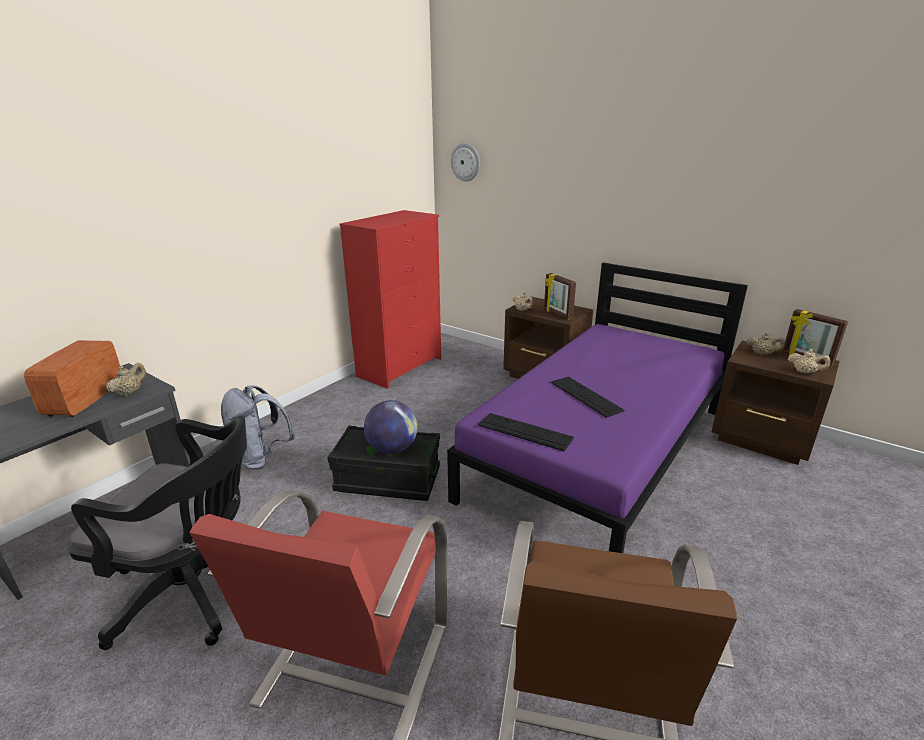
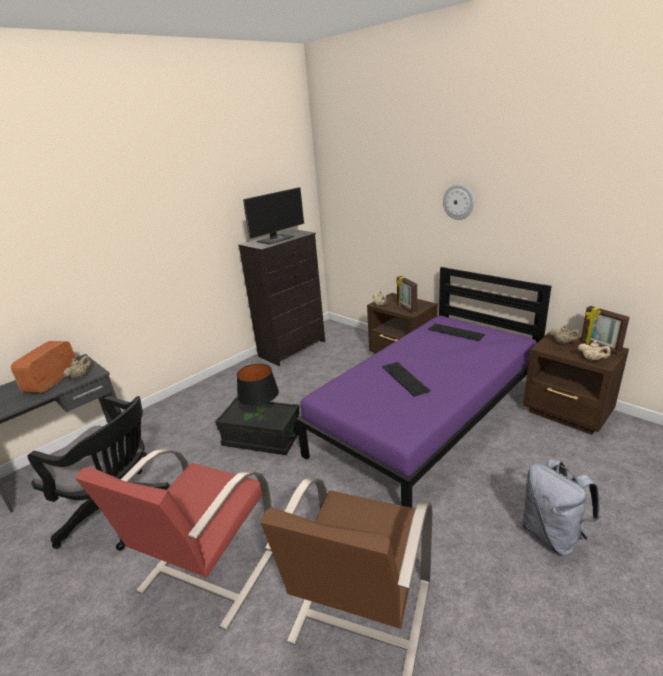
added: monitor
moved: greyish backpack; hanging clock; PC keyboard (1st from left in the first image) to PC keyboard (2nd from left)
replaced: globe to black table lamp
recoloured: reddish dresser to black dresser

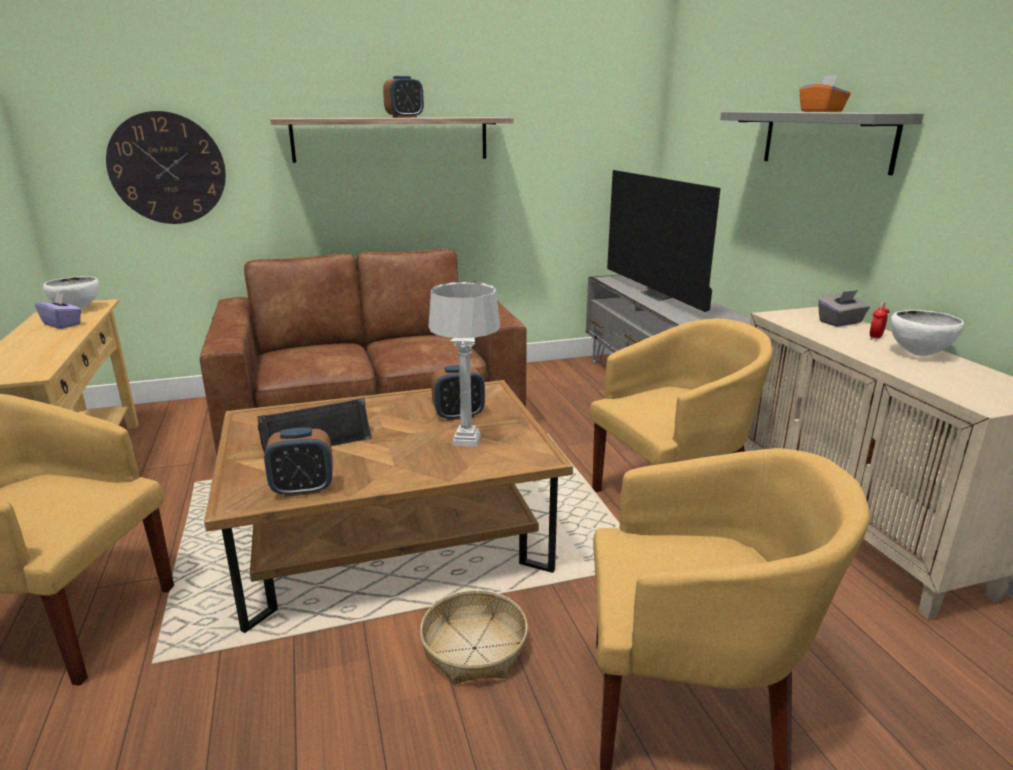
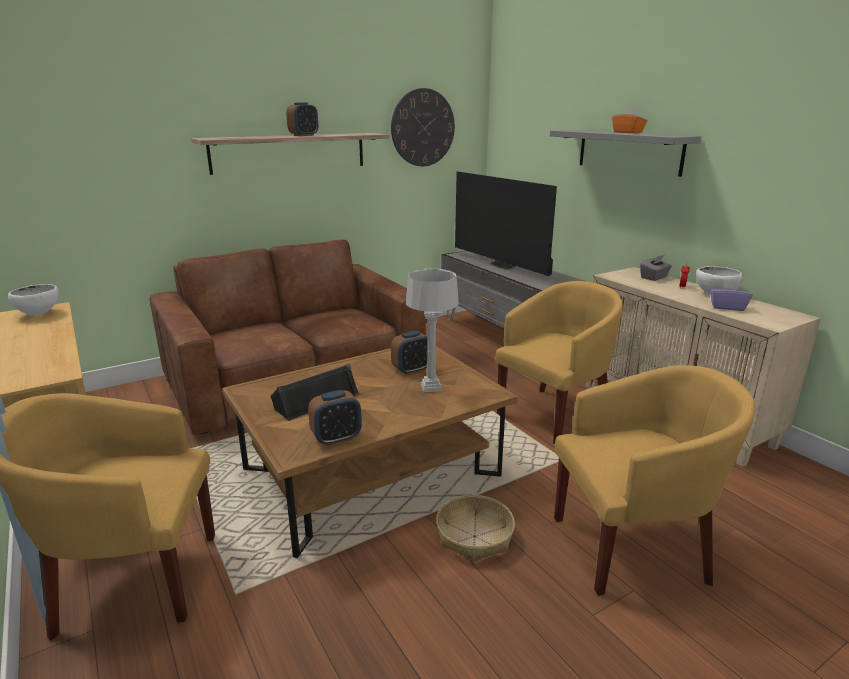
moved: purplish tissue holder; hanging clock

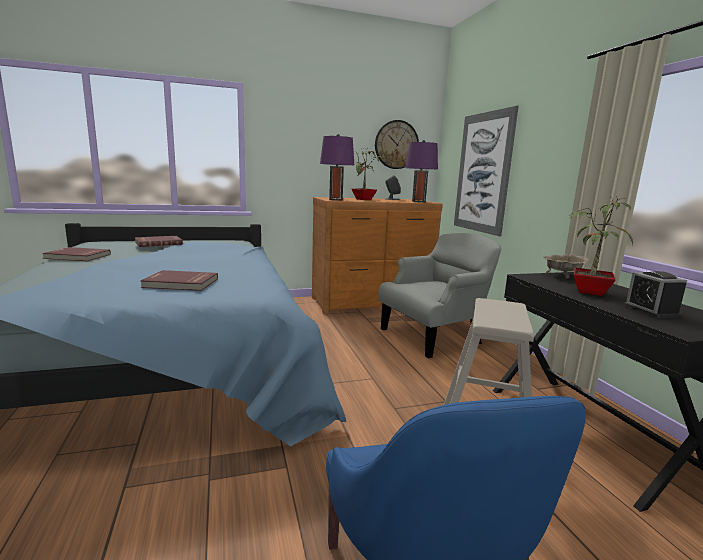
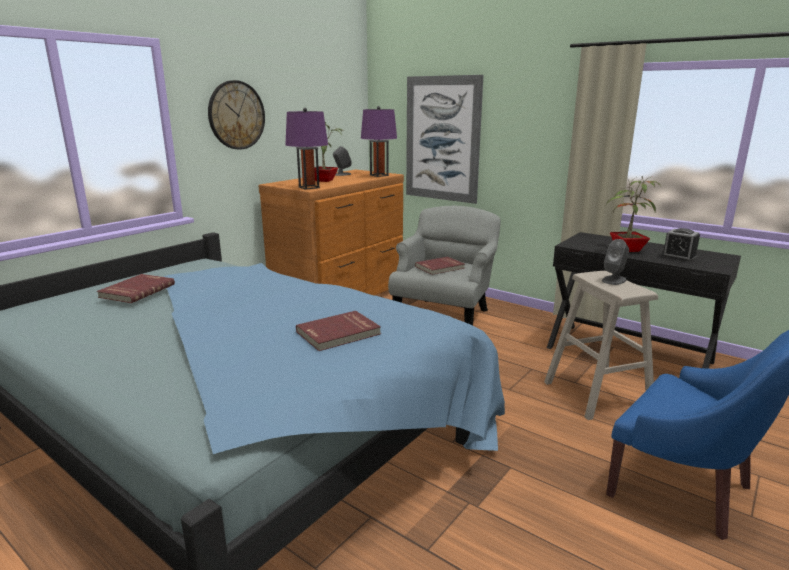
removed: beige-coloured deep dish
added: greyish loudspeaker (2nd from left)
moved: reddish book (1st from left in the first image) to reddish book (3rd from left); hanging clock

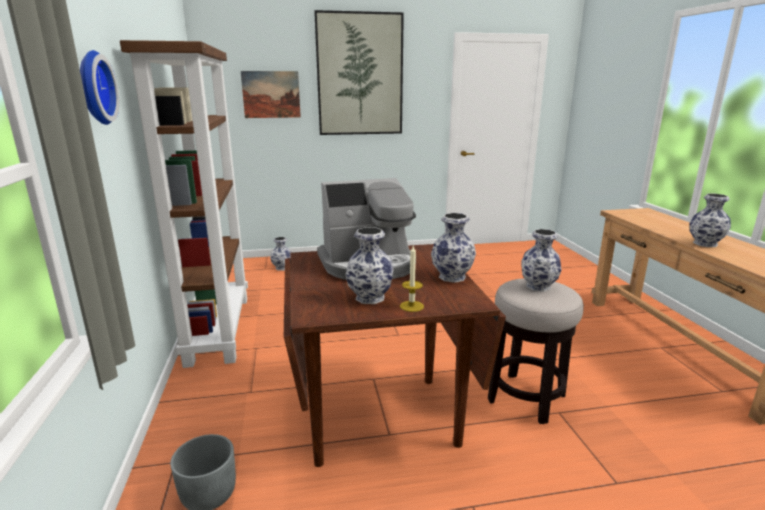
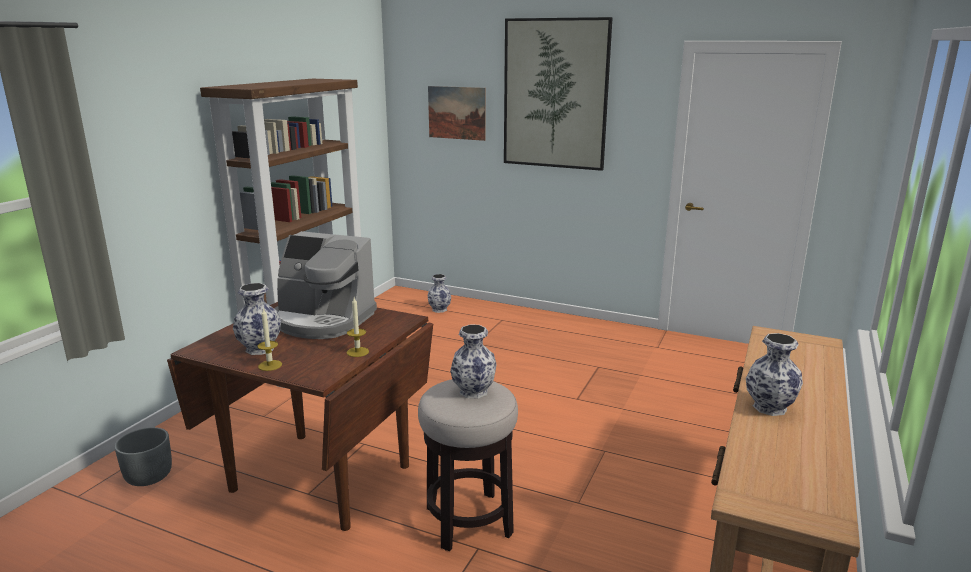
removed: hanging clock
replaced: flower vase (3rd from left) to wax light (2nd from left)

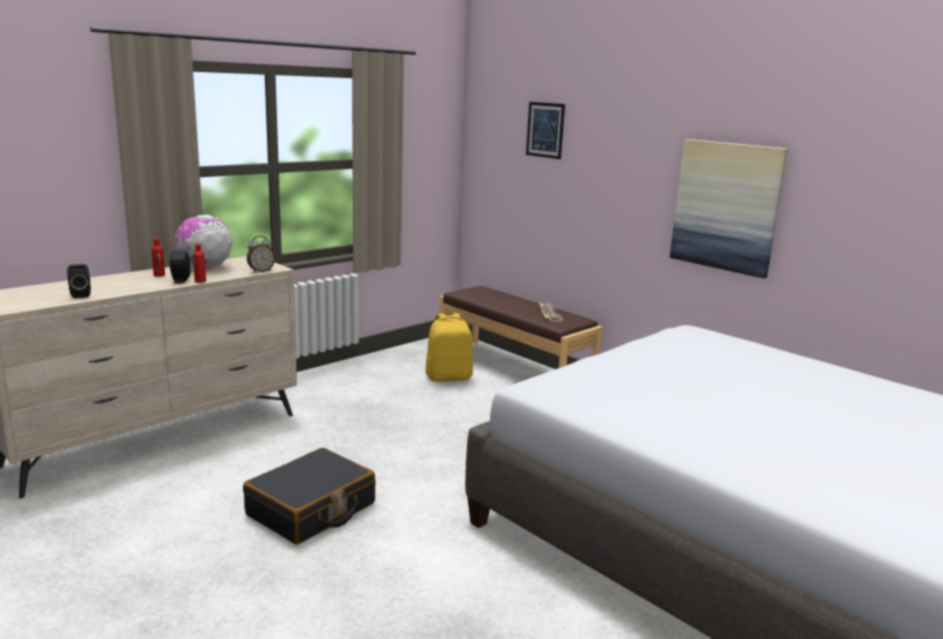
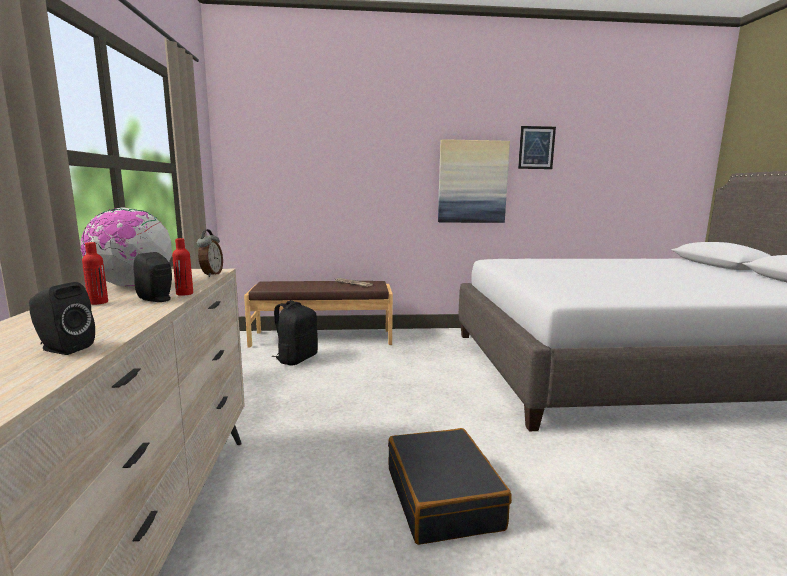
moved: picture (1st from left in the first image) to picture (2nd from left)
recoloured: yellow-coloured backpack to black backpack

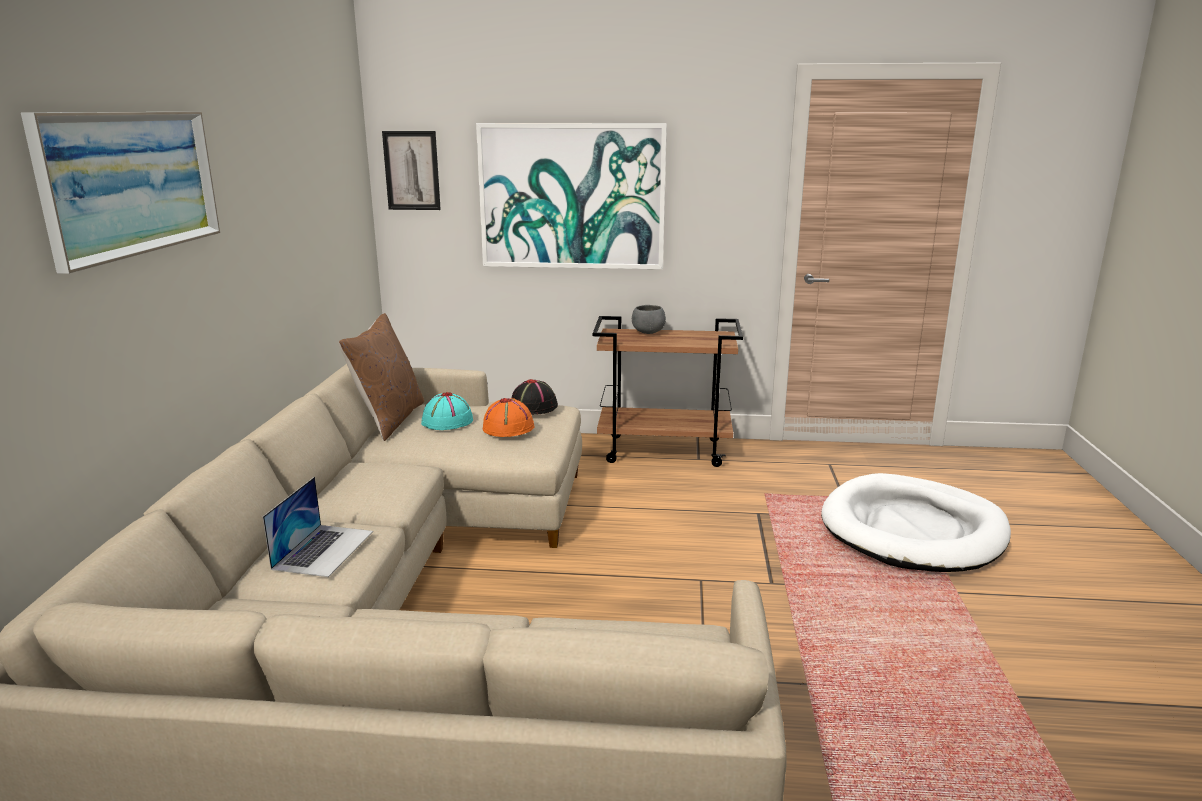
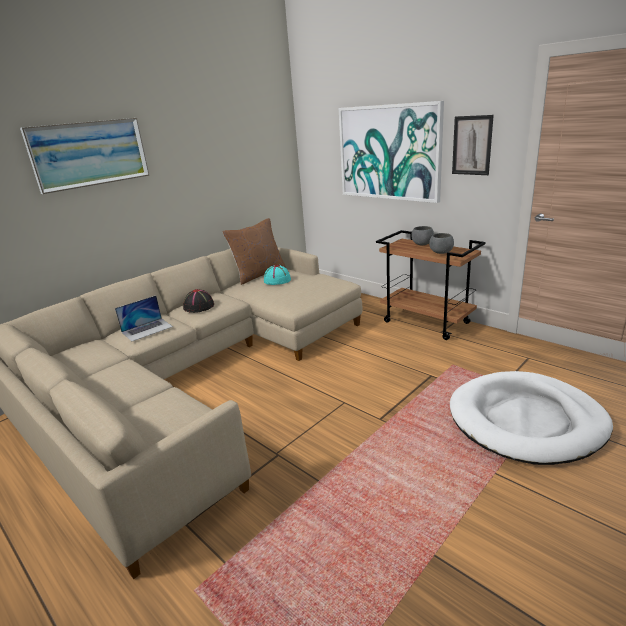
removed: orangey hat
added: greyish deep dish (2nd from left)
moved: picture (2nd from left in the first image) to picture (3rd from left); black hat

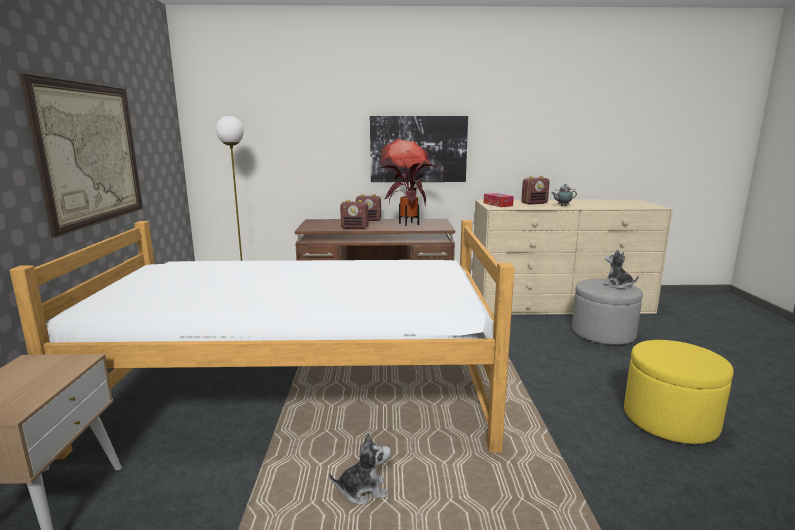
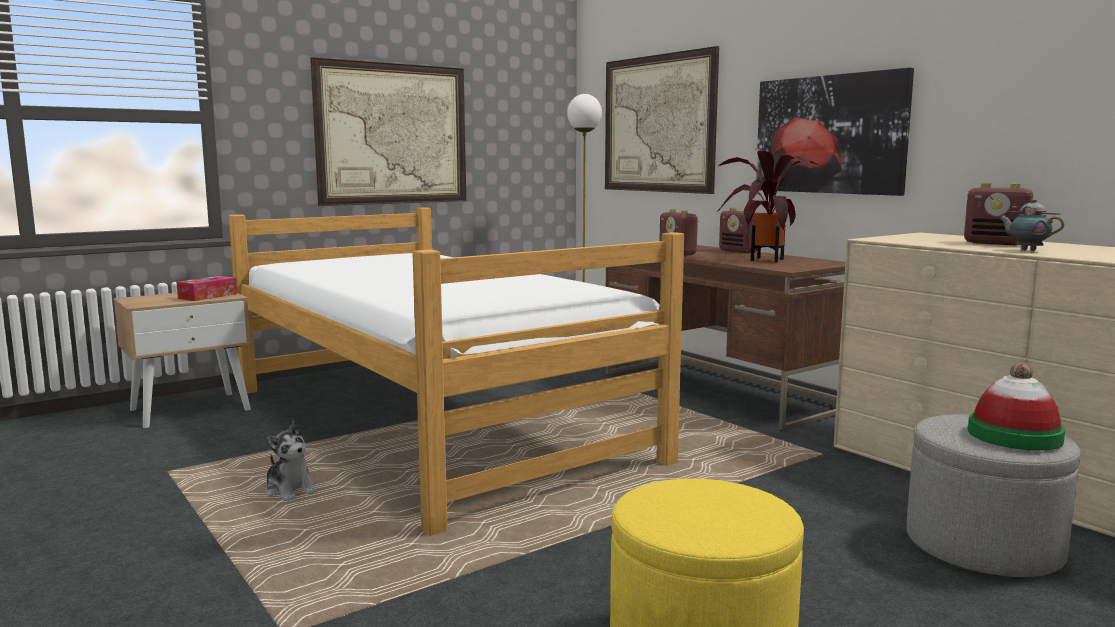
added: picture (2nd from left)
moved: tissue holder
replaced: cuddly toy (2nd from left) to hat

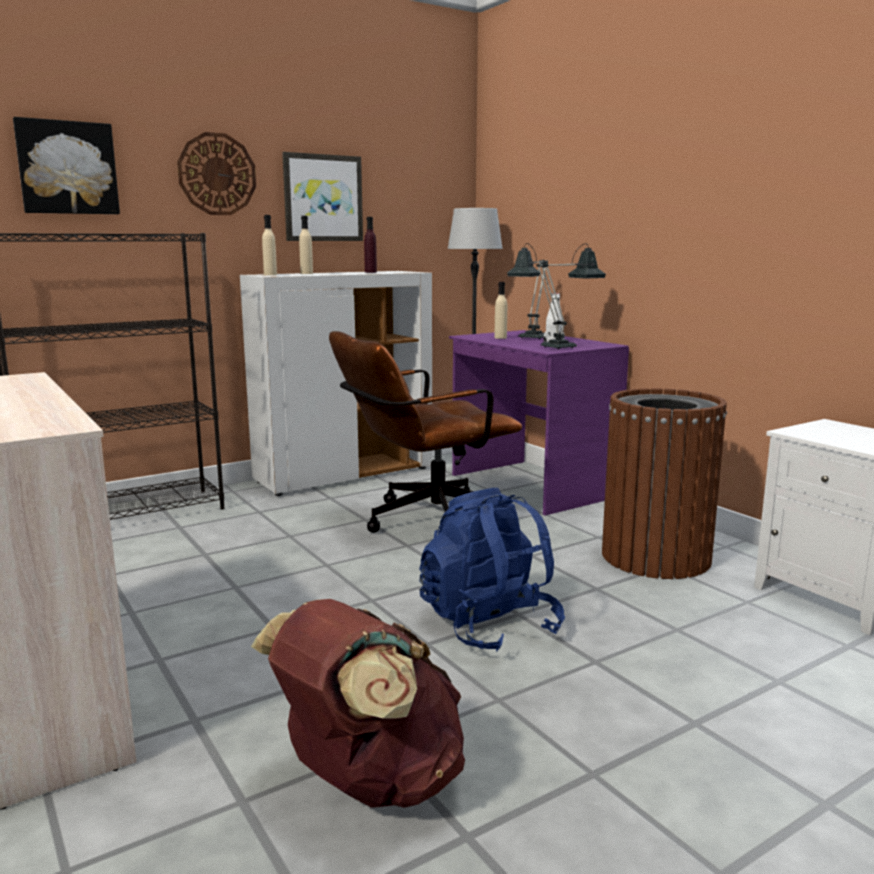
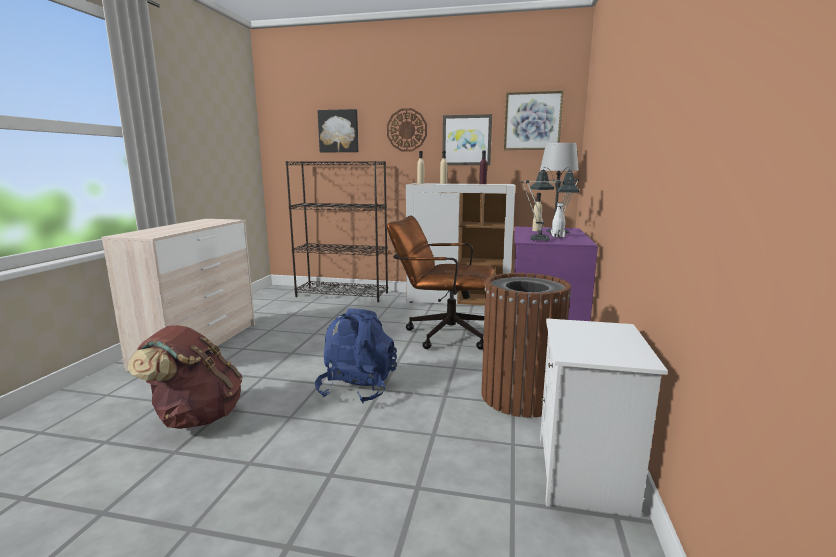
added: picture (3rd from left)

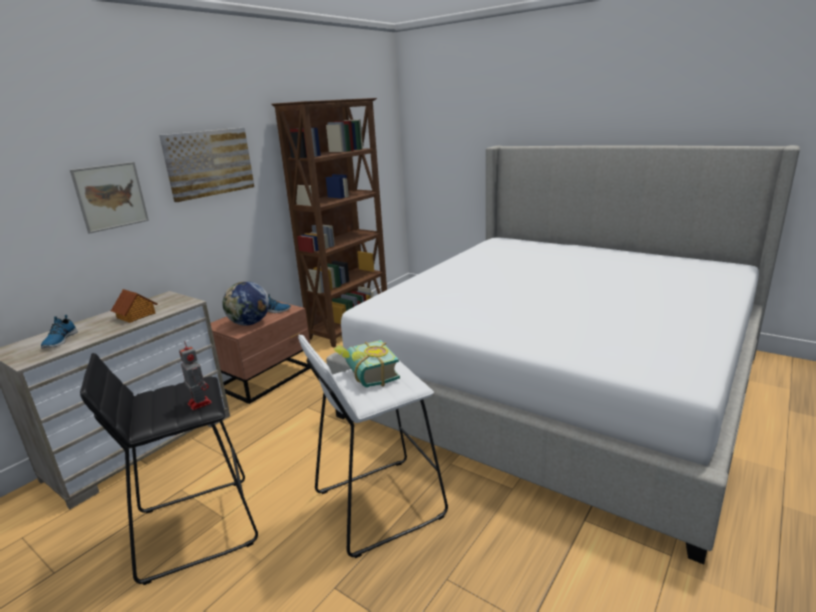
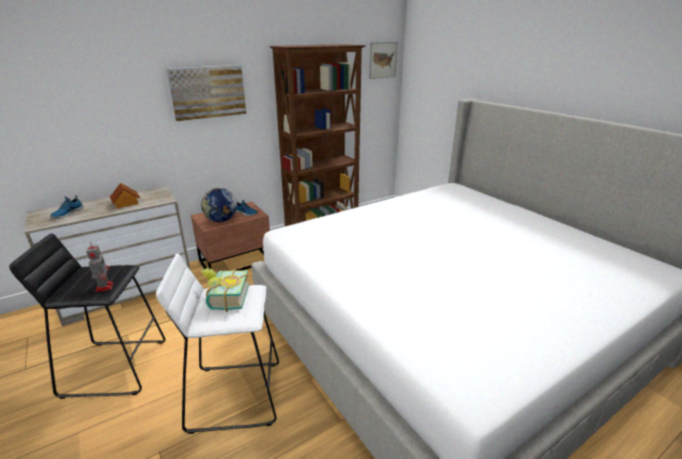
moved: picture (1st from left in the first image) to picture (2nd from left)

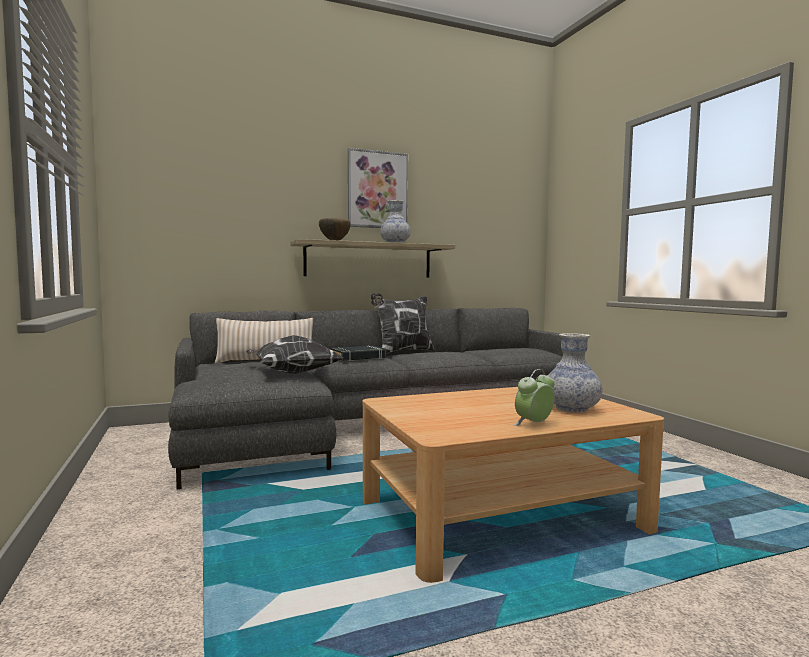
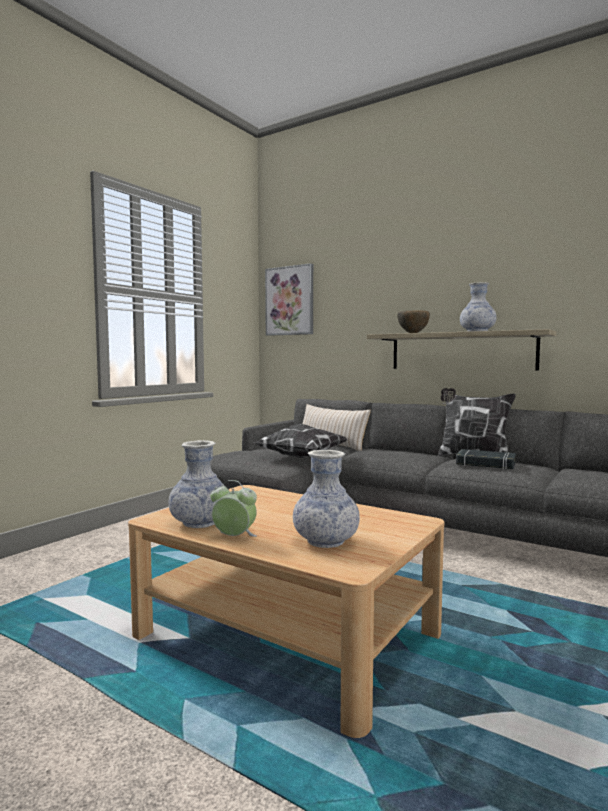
added: flower vase (1st from left)
moved: black book; picture

